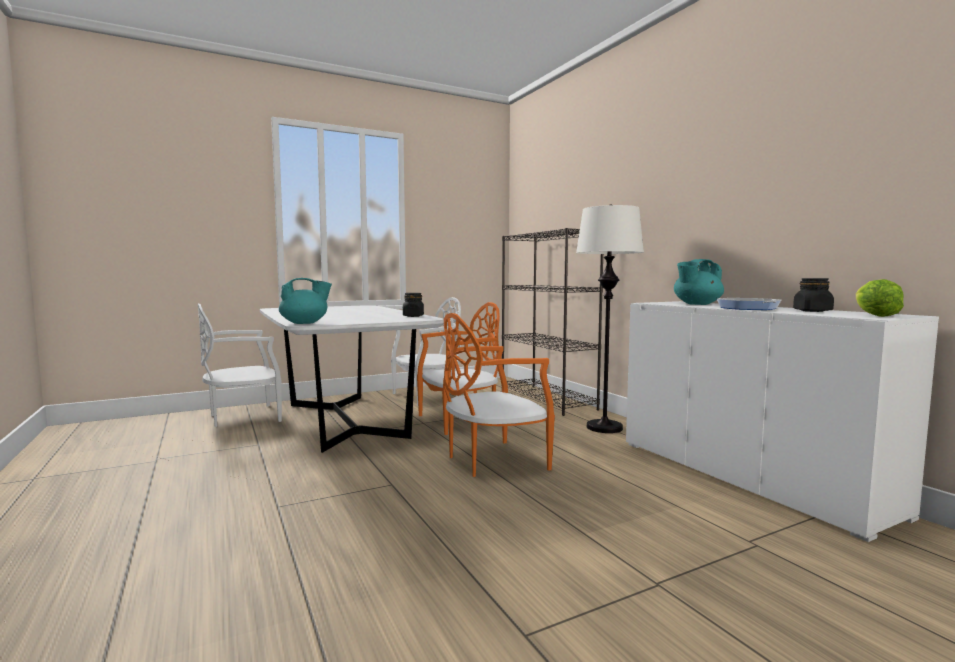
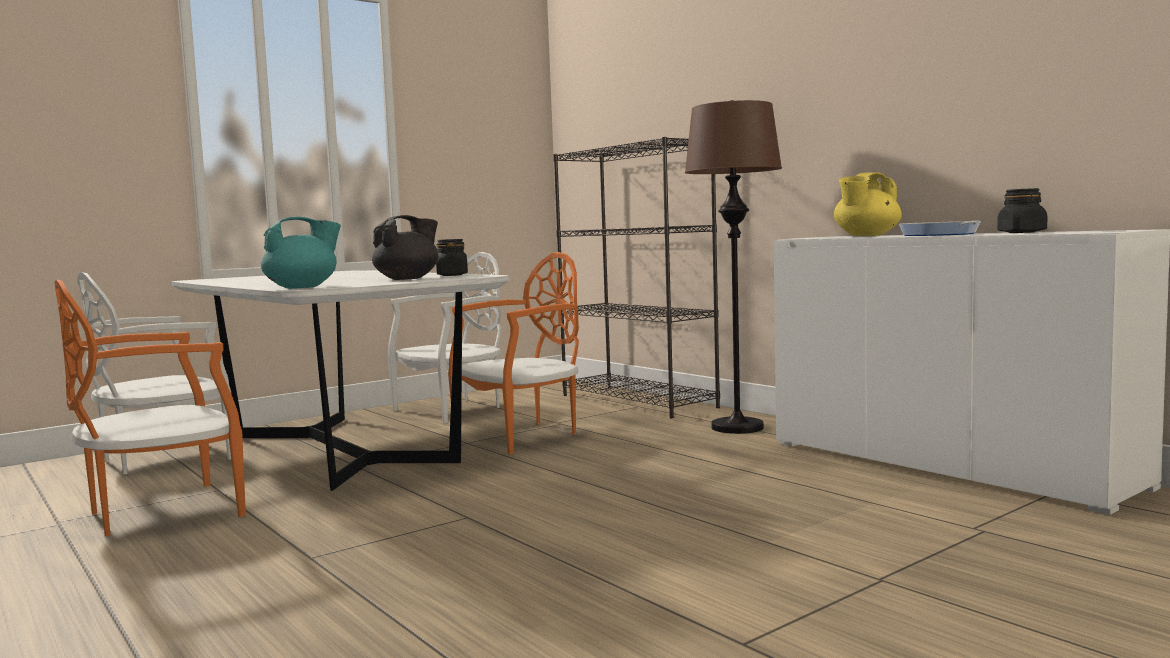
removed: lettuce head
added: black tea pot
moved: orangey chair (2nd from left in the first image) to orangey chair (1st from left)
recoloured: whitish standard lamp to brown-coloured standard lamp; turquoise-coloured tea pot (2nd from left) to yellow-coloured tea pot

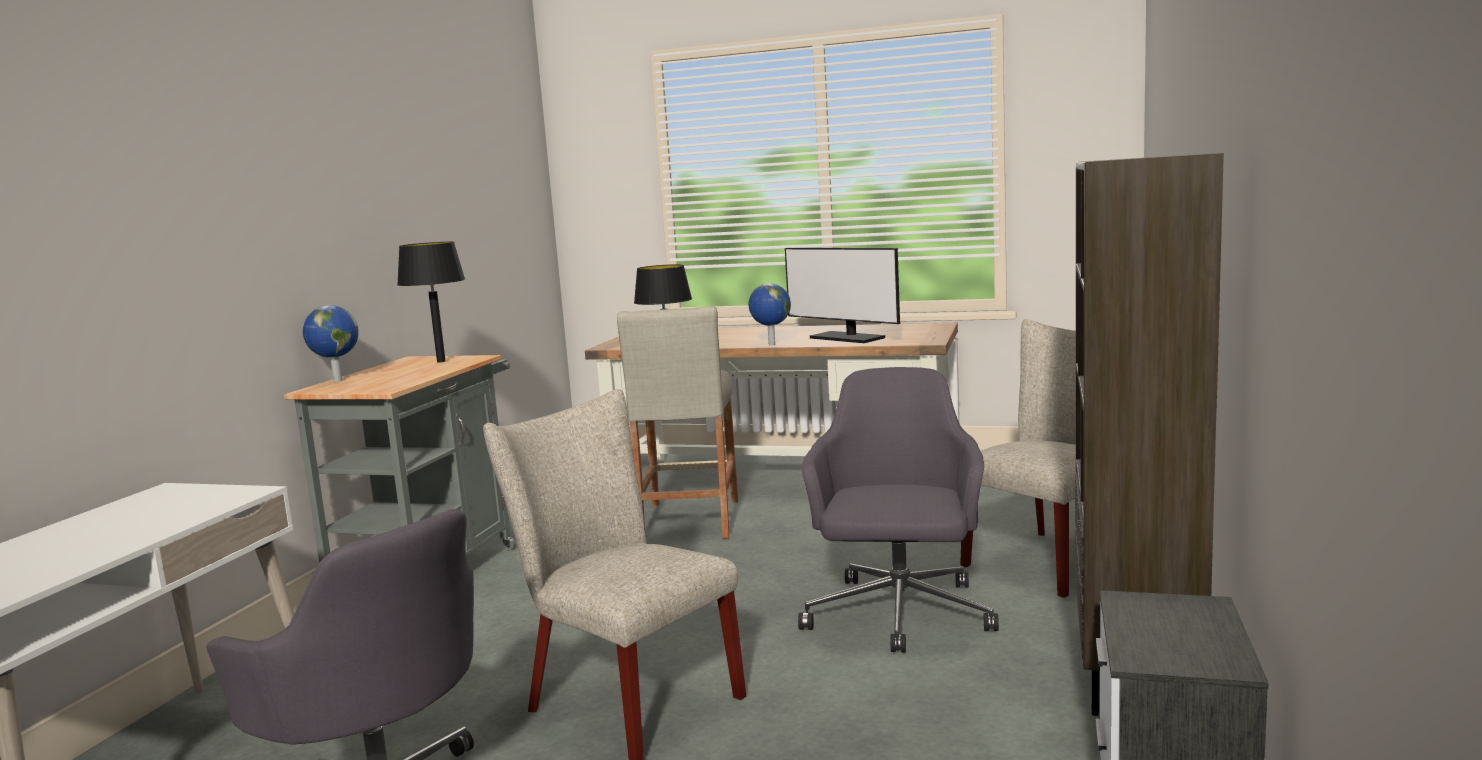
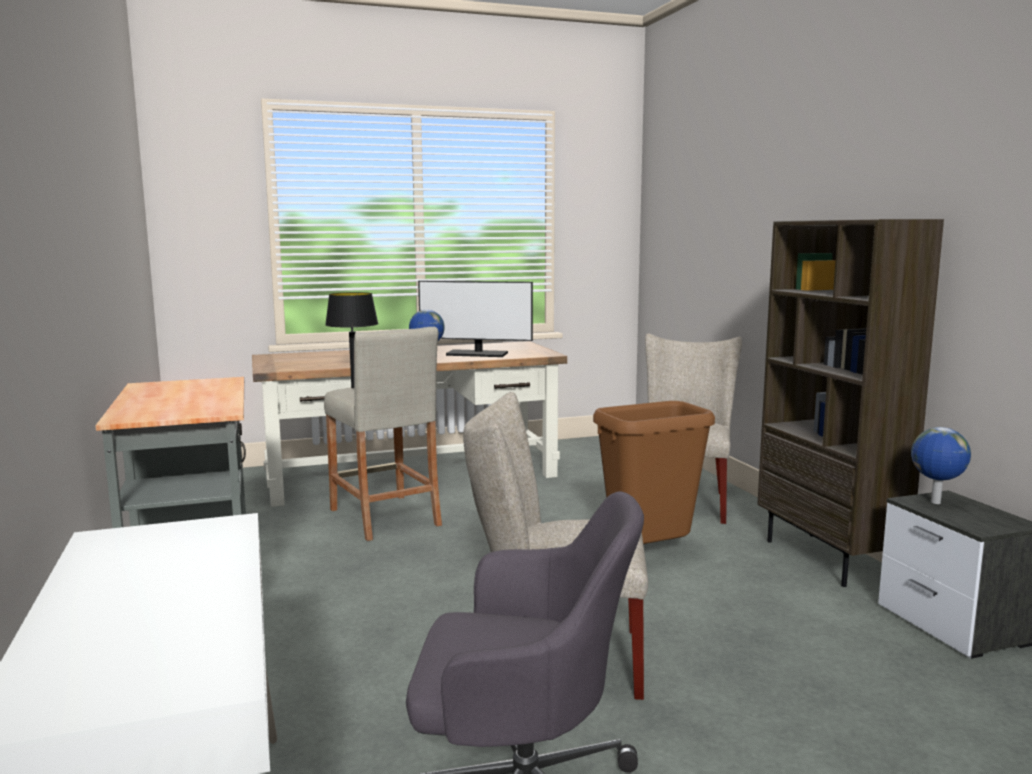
removed: black table lamp (1st from left)
moved: globe (1st from left in the first image) to globe (2nd from left)
replaced: greyish computer chair (2nd from left) to brown-coloured trash can

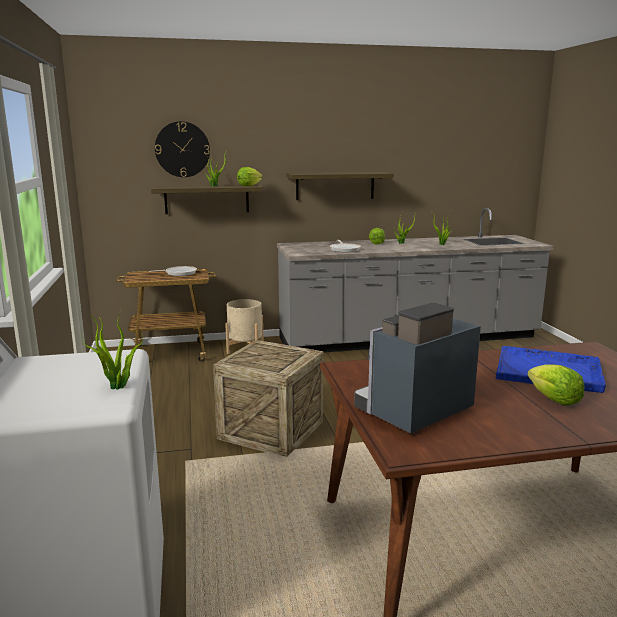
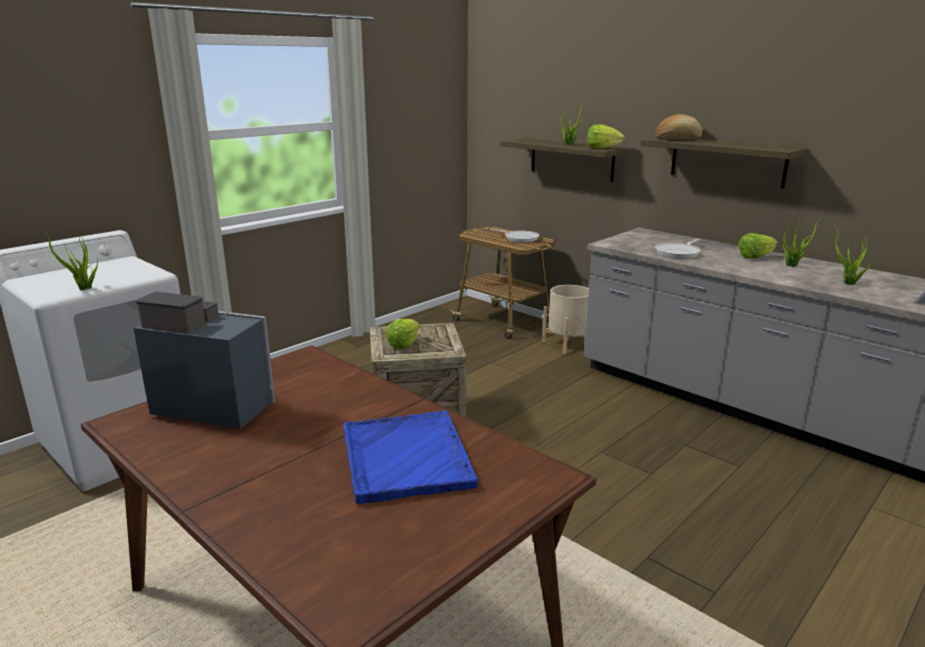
removed: hanging clock
added: baked bread
moved: lettuce head (3rd from left in the first image) to lettuce head (1st from left)

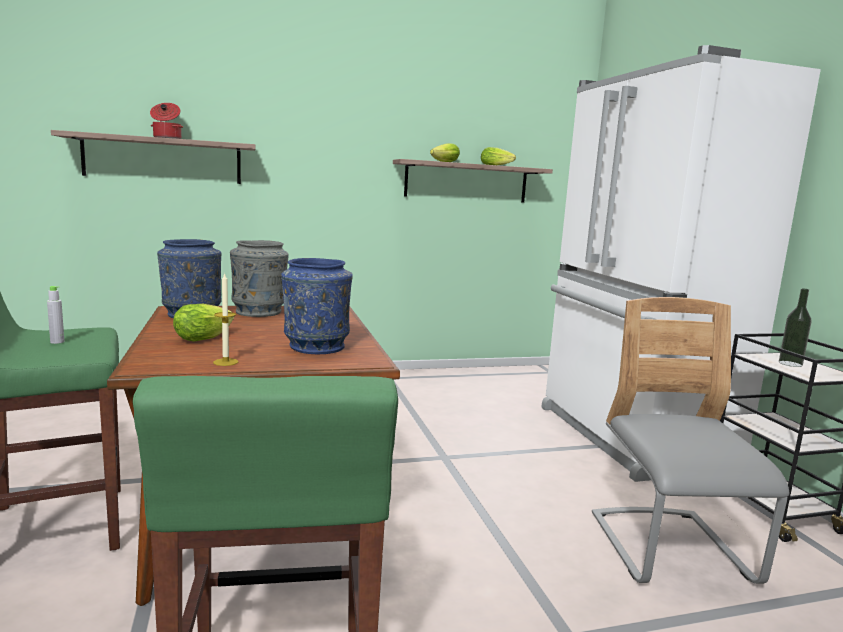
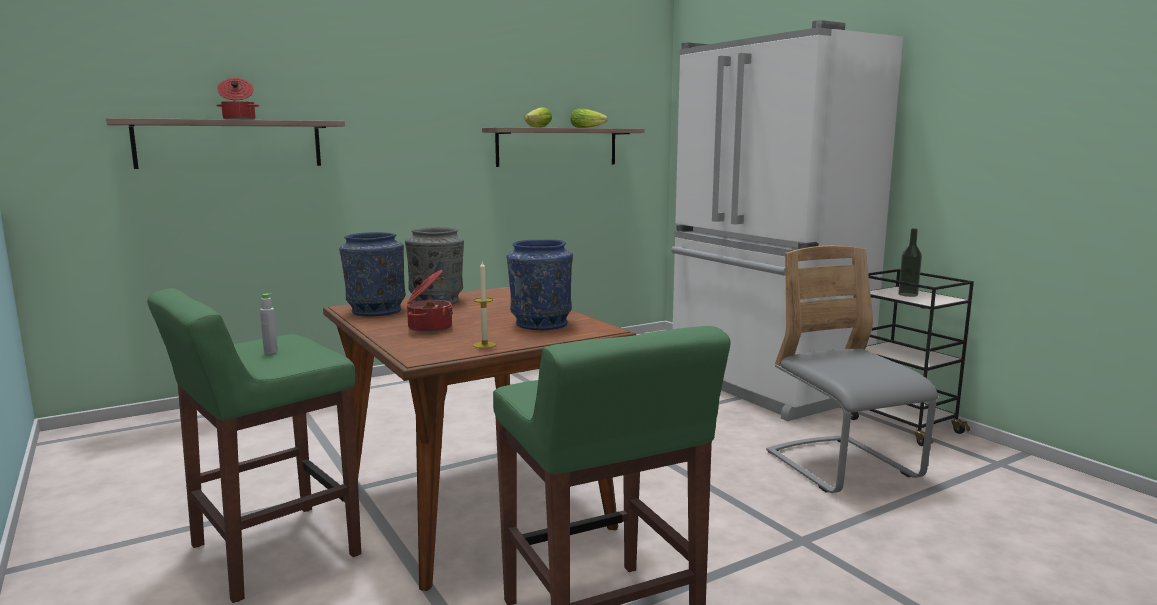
replaced: lettuce head (1st from left) to cooking pot (2nd from left)

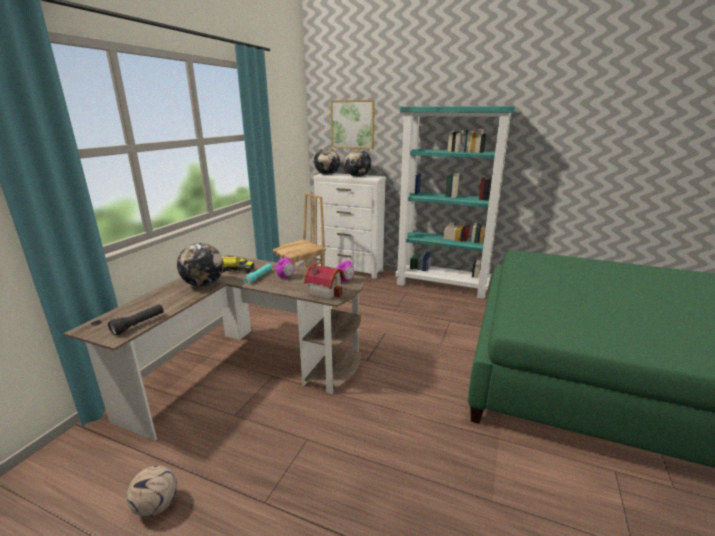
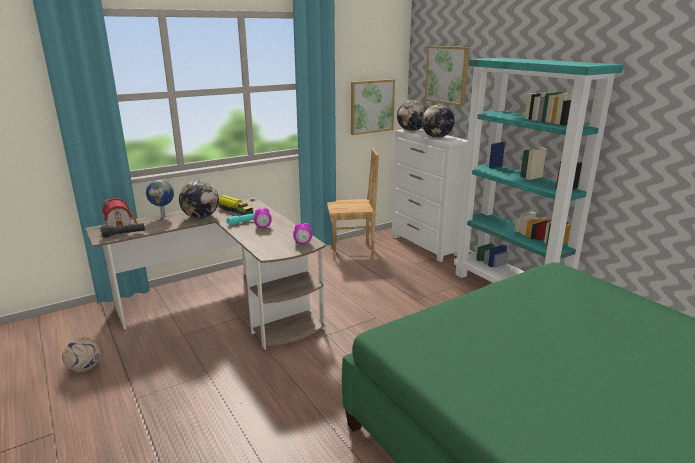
added: globe (1st from left); picture (1st from left)
moved: miniature house

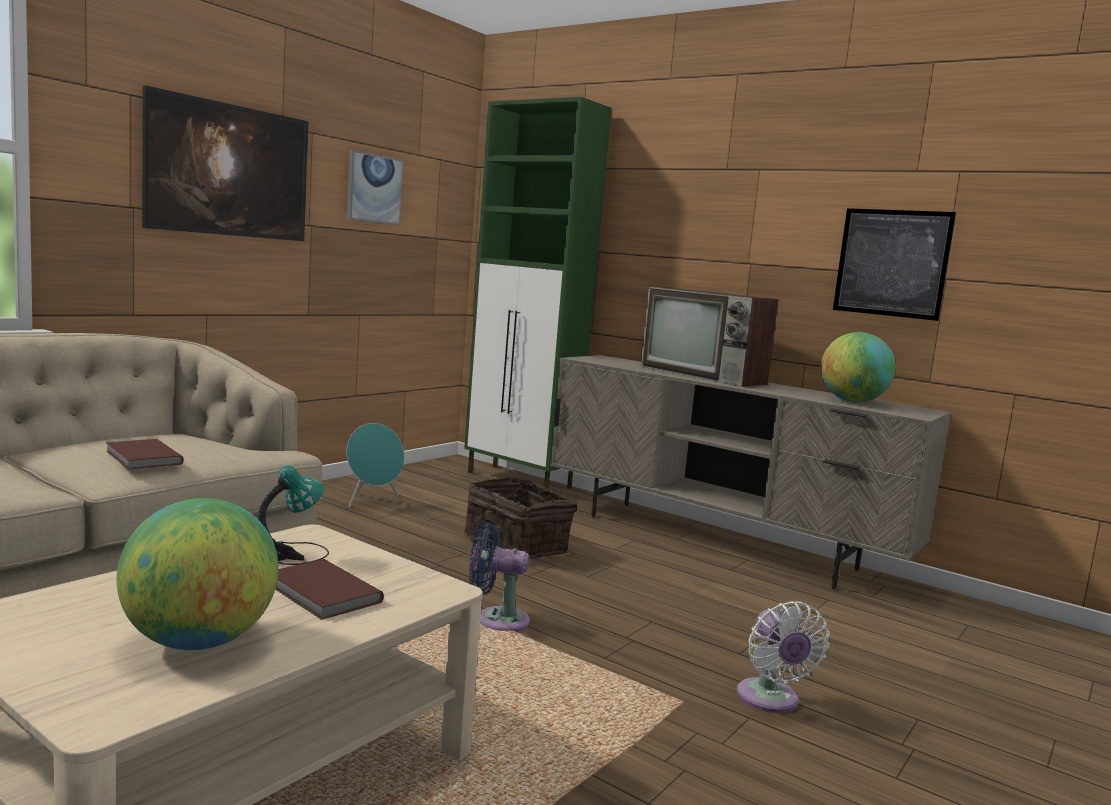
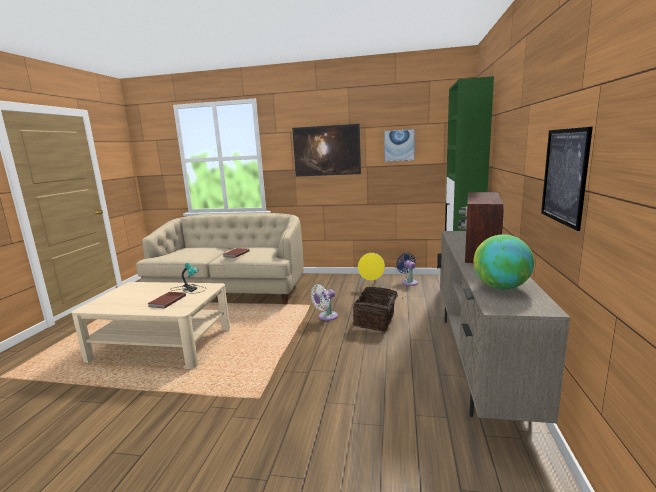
removed: globe (1st from left)
moved: blue-coloured fan; whitish fan
recoloured: turquoise-coloured loudspeaker to yellow-coloured loudspeaker

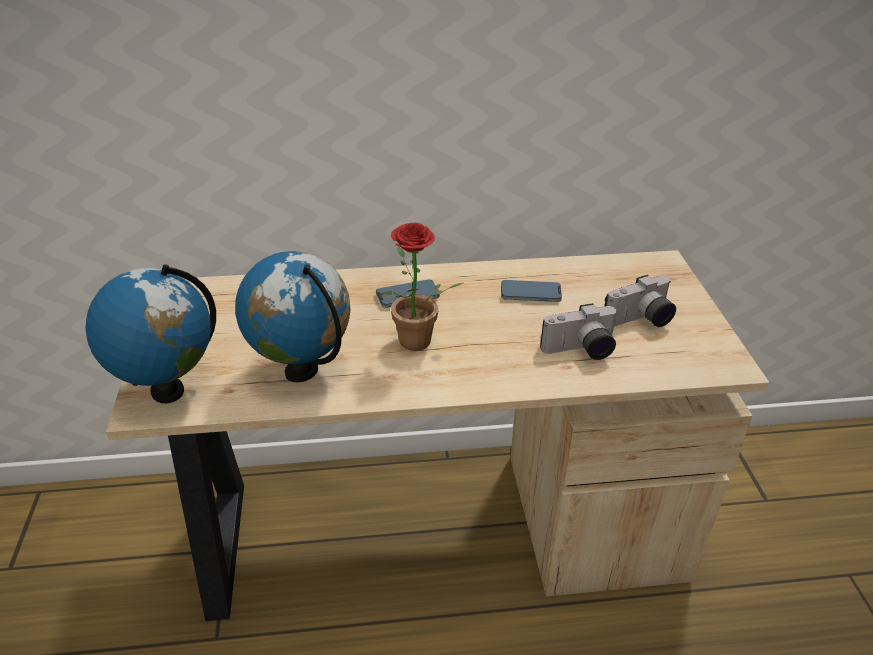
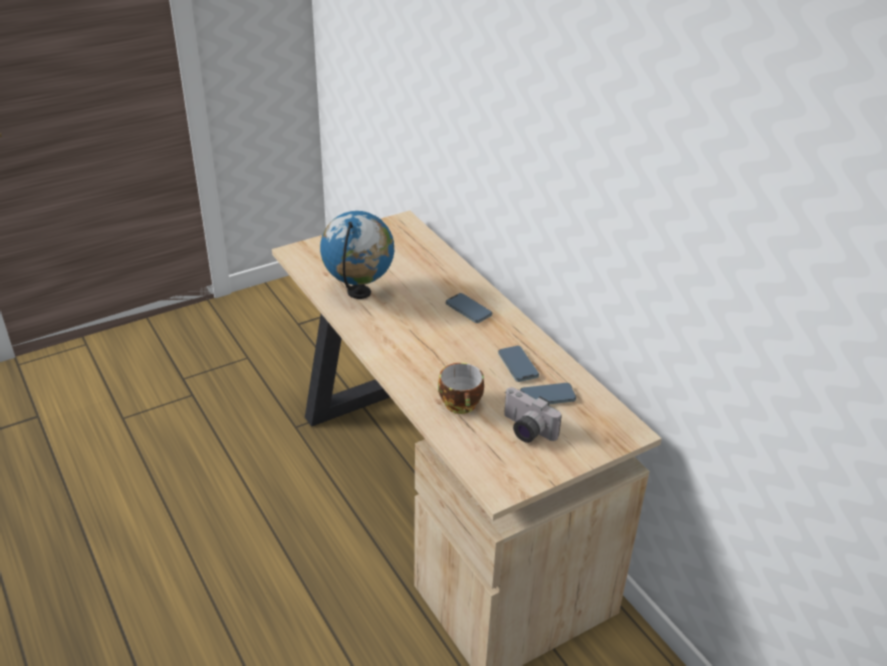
removed: globe (1st from left); potted plant
added: telephone (3rd from left)
replaced: photo camera (1st from left) to drinking cup

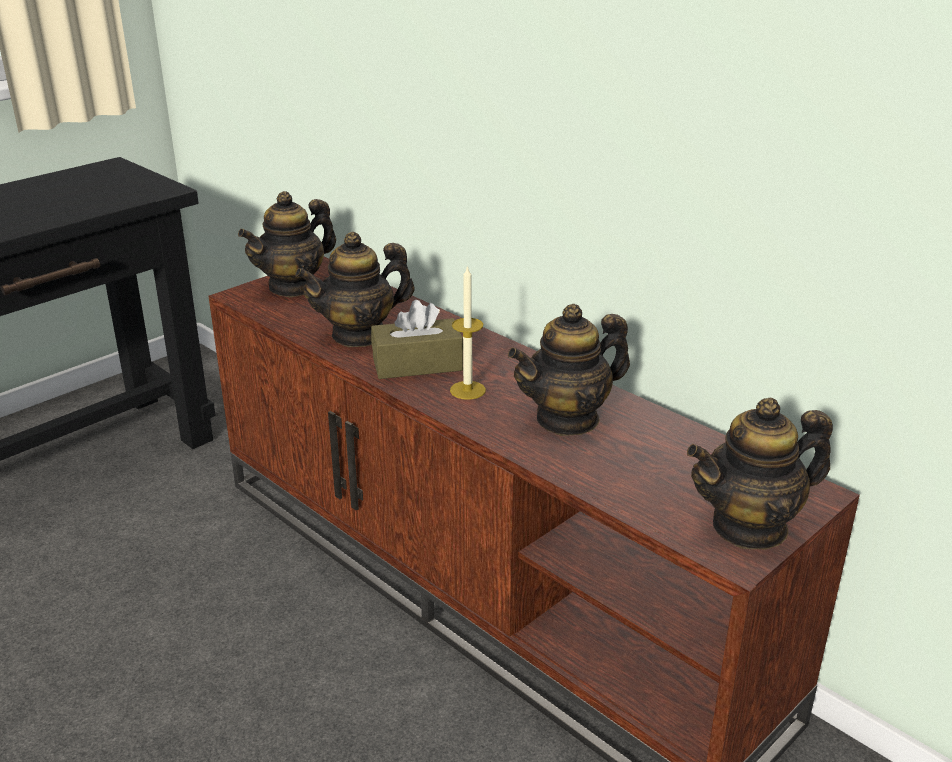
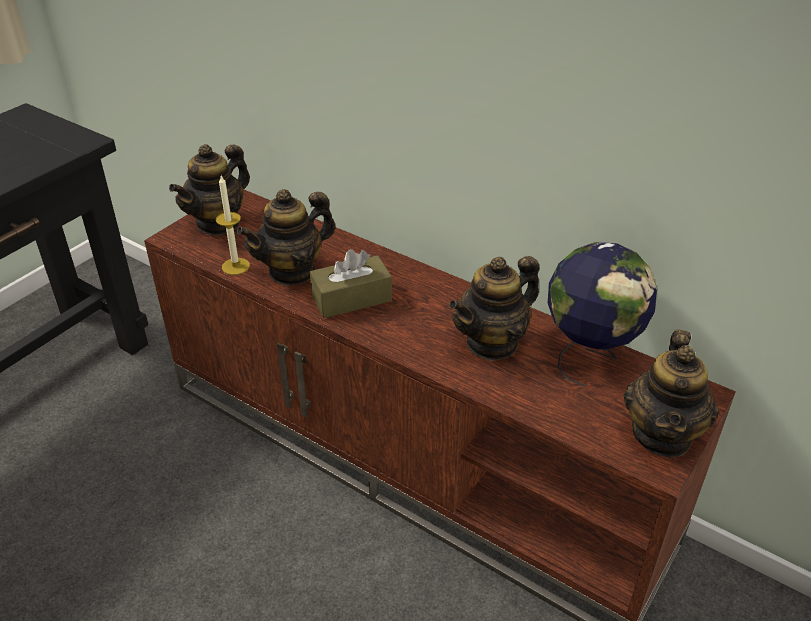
added: globe
moved: wax light
turned: tea pot (4th from left) 45 degrees counterclockwise

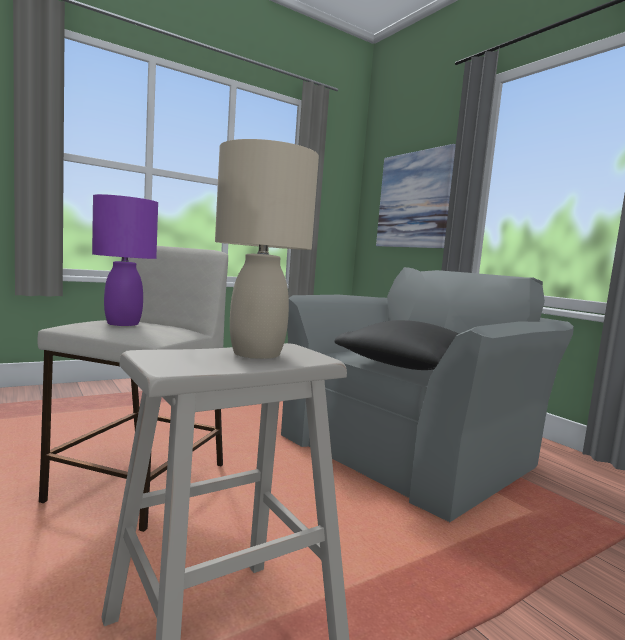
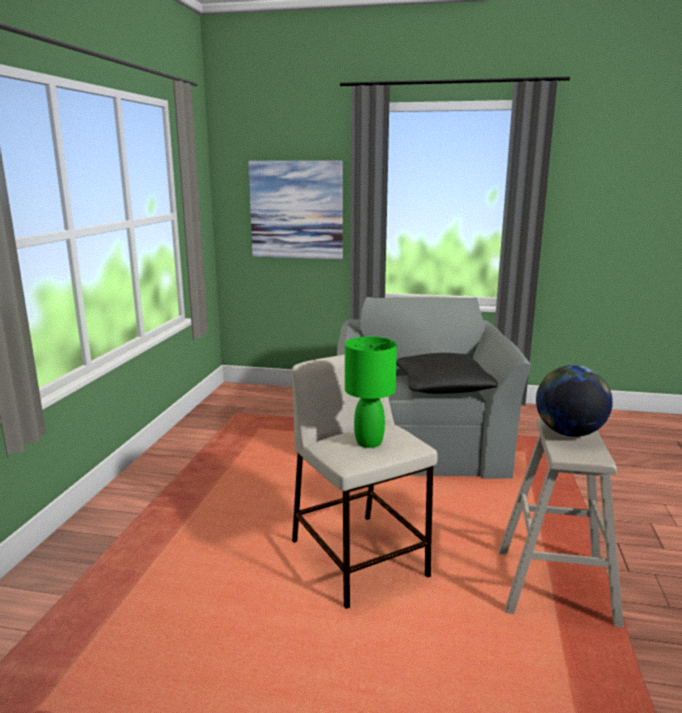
replaced: beige-coloured table lamp to globe
recoloured: purplish table lamp to green table lamp

